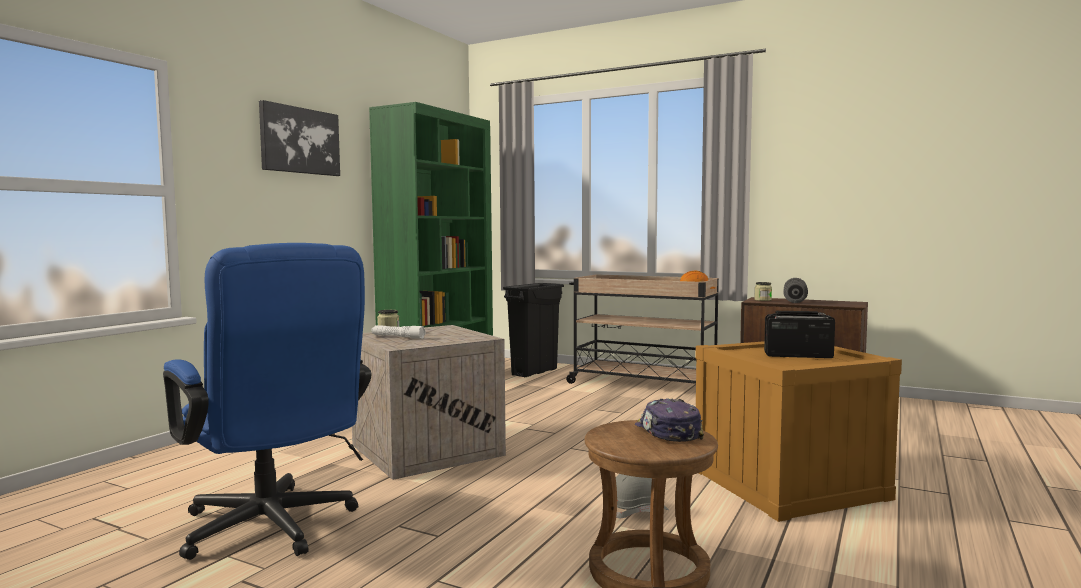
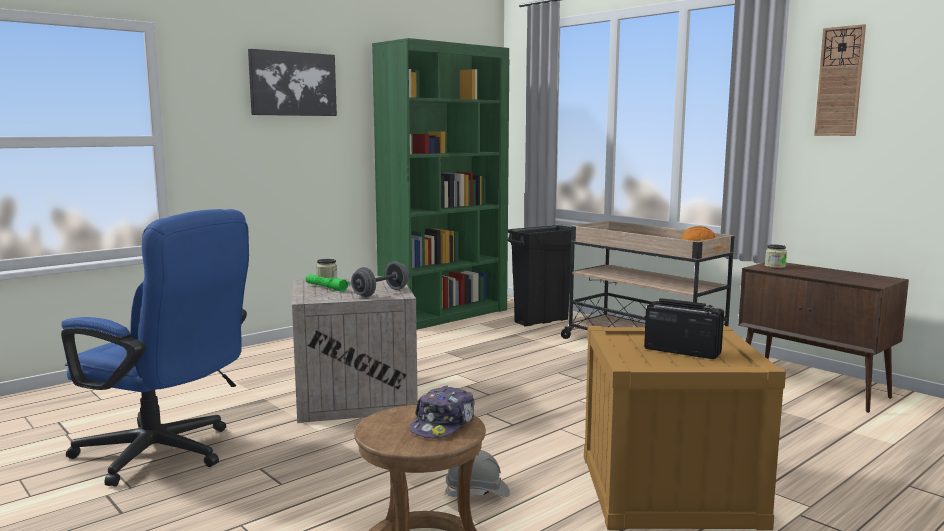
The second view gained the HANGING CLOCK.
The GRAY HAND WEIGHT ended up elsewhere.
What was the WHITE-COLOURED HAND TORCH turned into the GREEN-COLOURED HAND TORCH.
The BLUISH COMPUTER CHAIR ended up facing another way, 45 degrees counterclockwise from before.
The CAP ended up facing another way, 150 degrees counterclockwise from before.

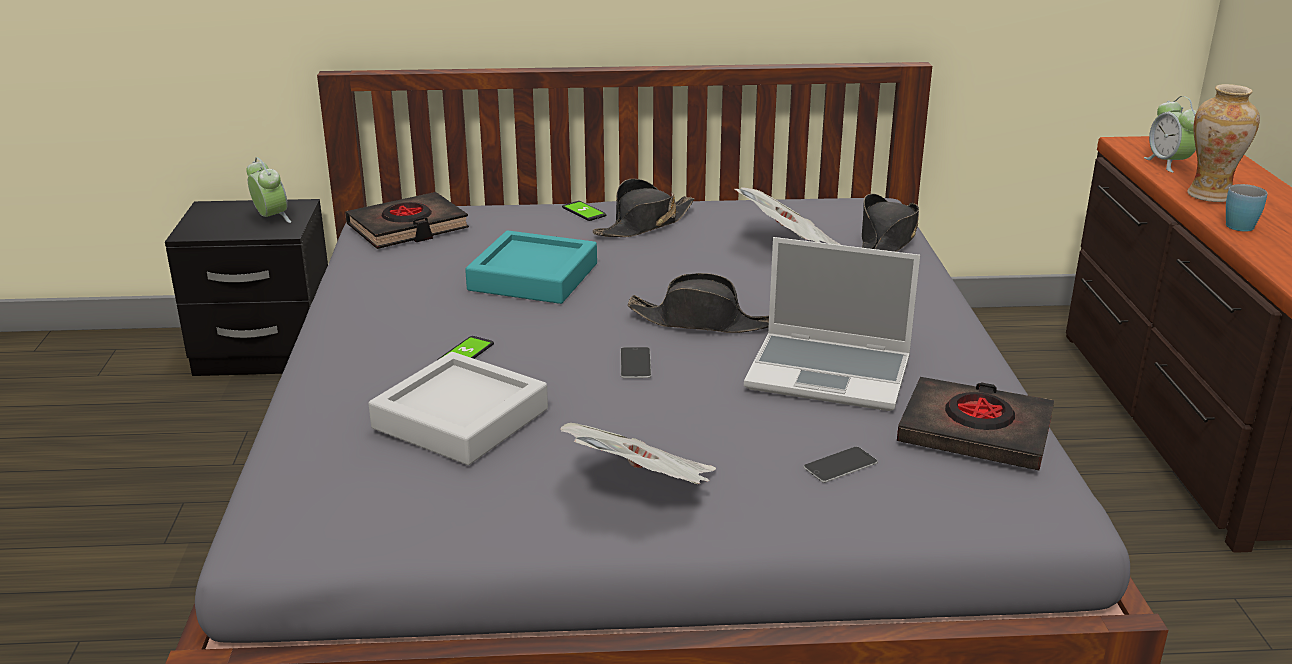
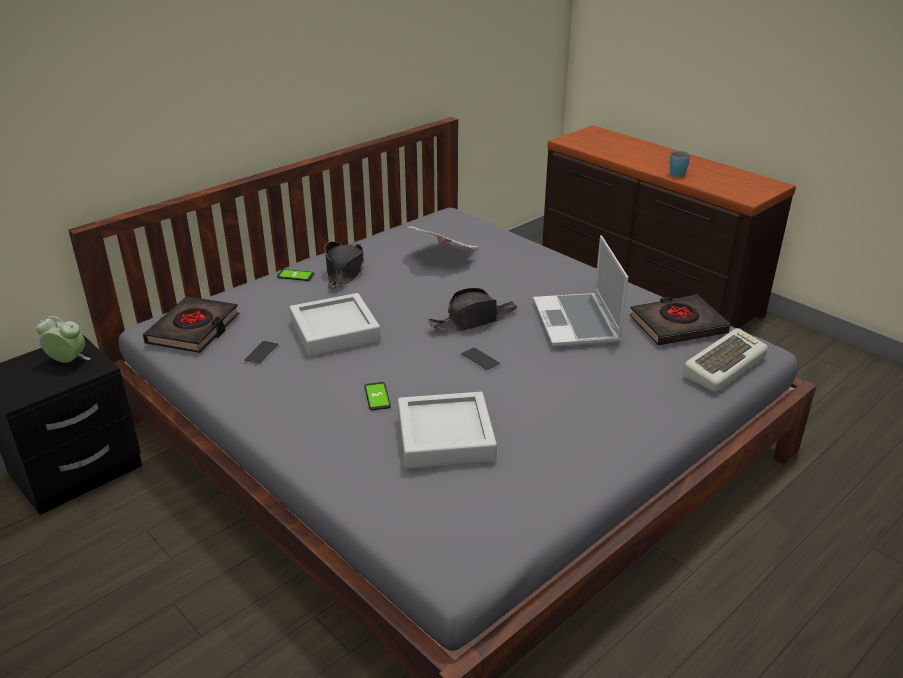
The second view lost the PRINTED PAPER (1st from left).
The second view lost the BLACK-COLOURED WEARABLE HAT (3rd from left).
The second view lost the TABLE CLOCK (2nd from left).
The second view lost the FLOWER VASE.
The second view gained the PC KEYBOARD.
The PHONE (4th from left in the first image) ended up elsewhere.
What was the BLUE-GREEN SERVING TRAY turned into the GRAY SERVING TRAY (1st from left).
The LAPTOP ended up facing another way, 105 degrees clockwise from before.

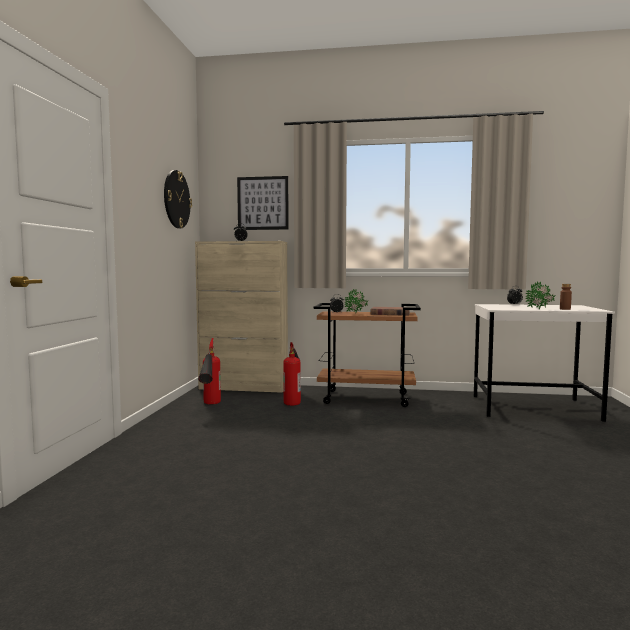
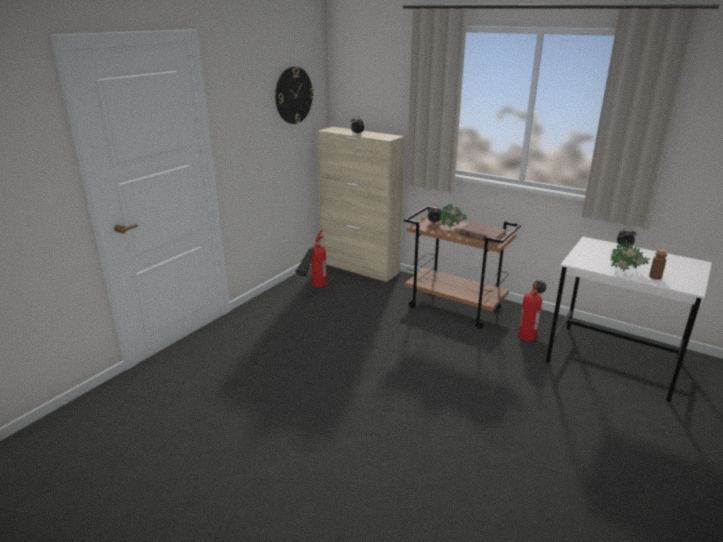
The second view lost the WALL PICTURE.
The FIRE EXTINGUISHER (2nd from left) ended up elsewhere.

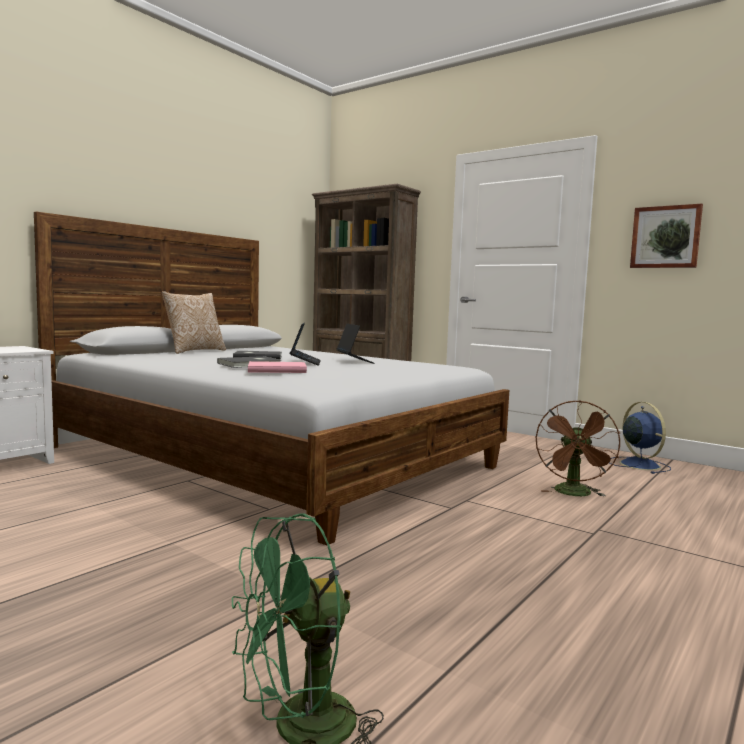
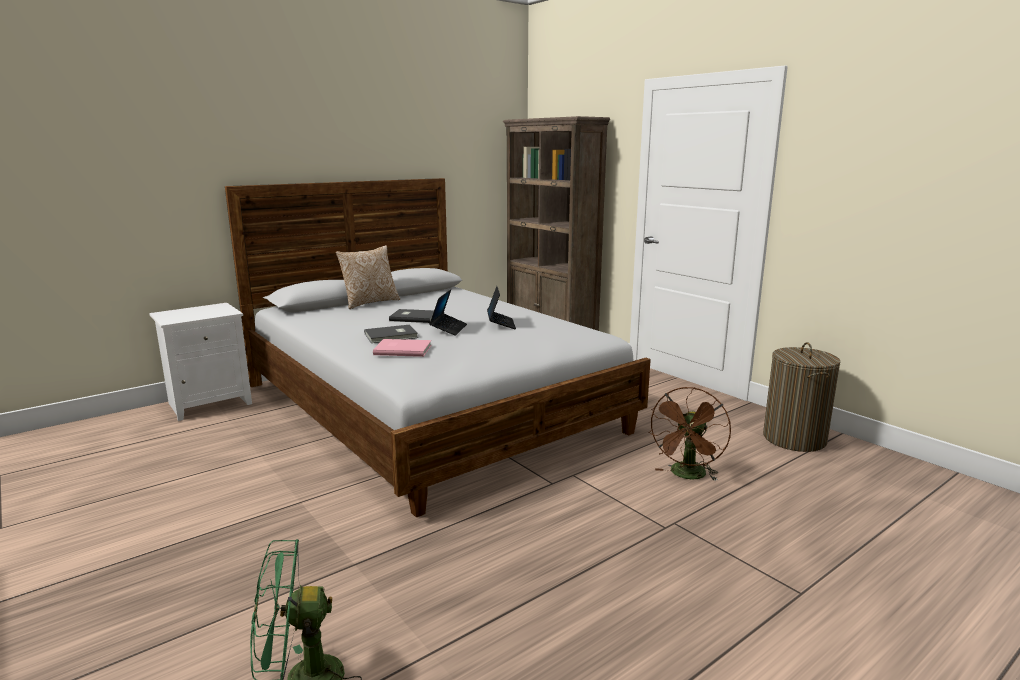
The second view lost the WALL PICTURE.
Where the BLUISH COOLING FAN stood, the WASHING BASKET came to stand.

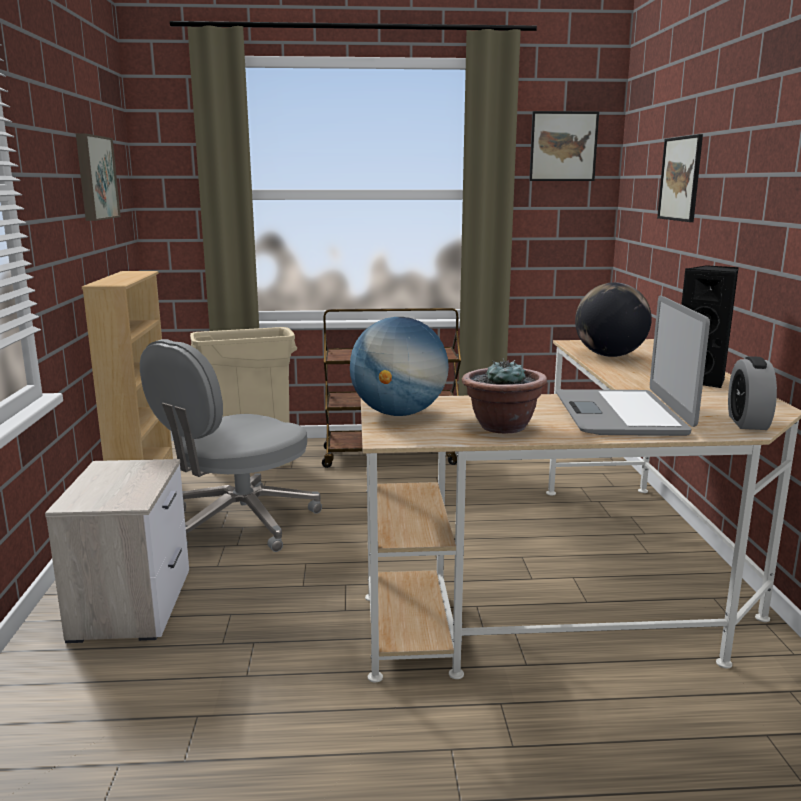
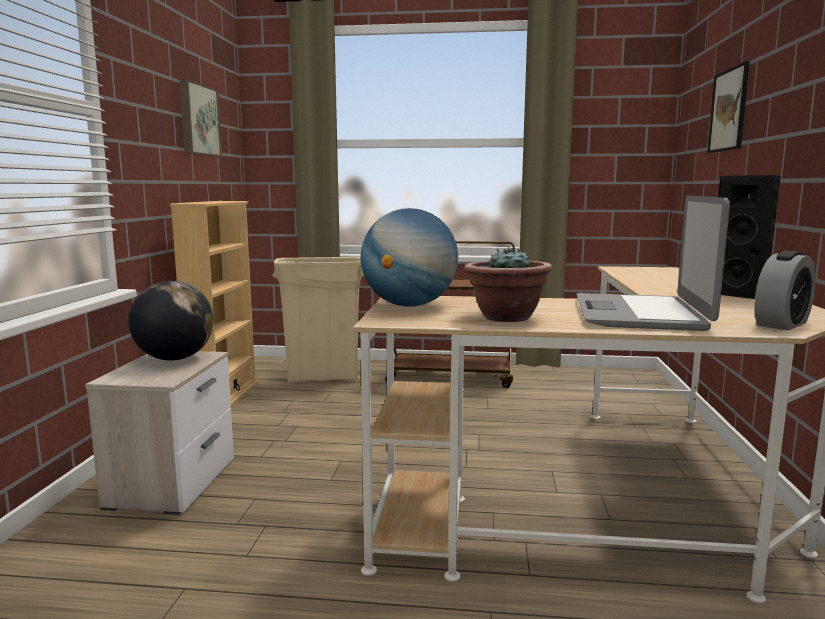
The second view lost the GRAY COMPUTER CHAIR.
The second view lost the WALL PICTURE (2nd from left).
The WORLD GLOBE (2nd from left in the first image) ended up elsewhere.
The TABLE CLOCK ended up facing another way, 150 degrees counterclockwise from before.

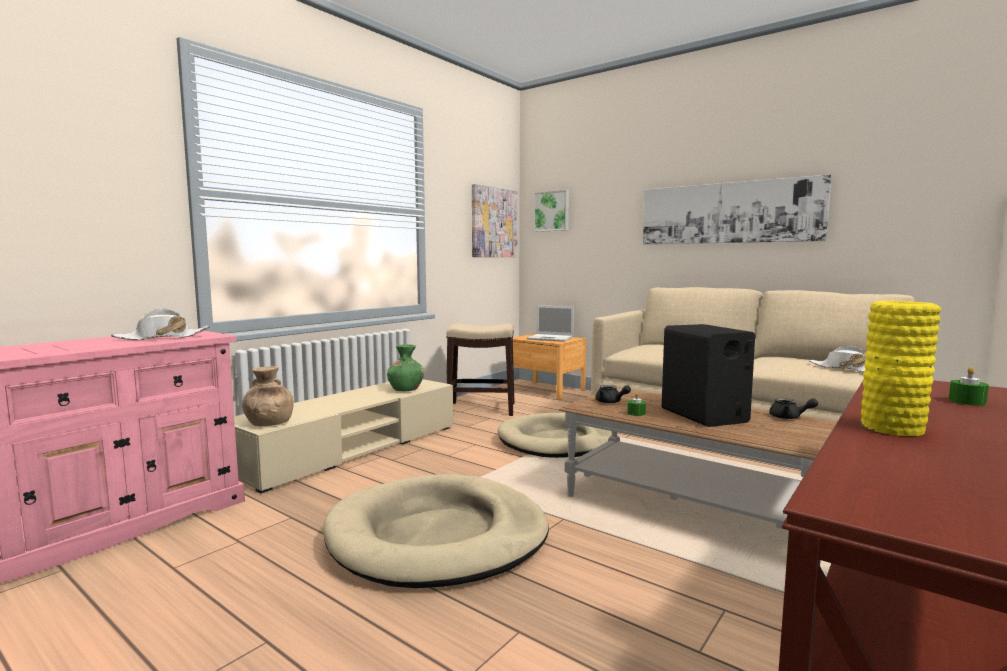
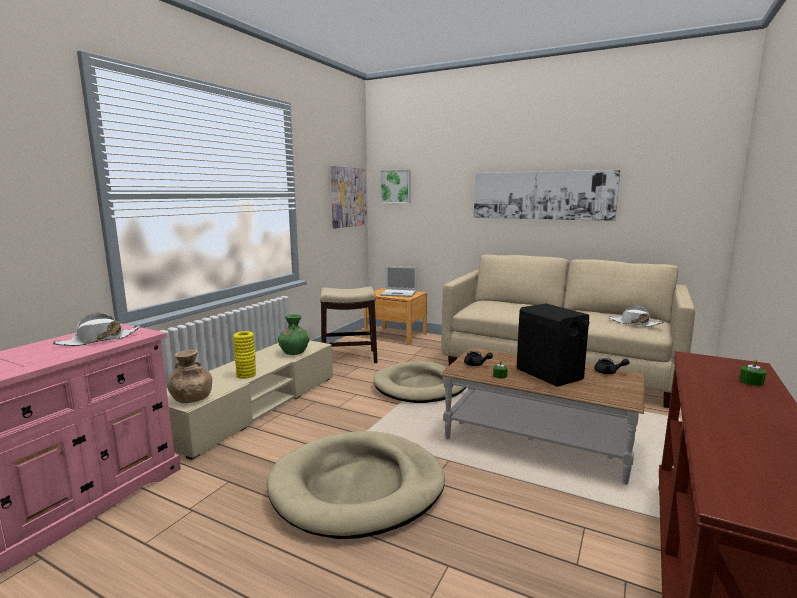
The YELLOW FLOWER VASE ended up elsewhere.

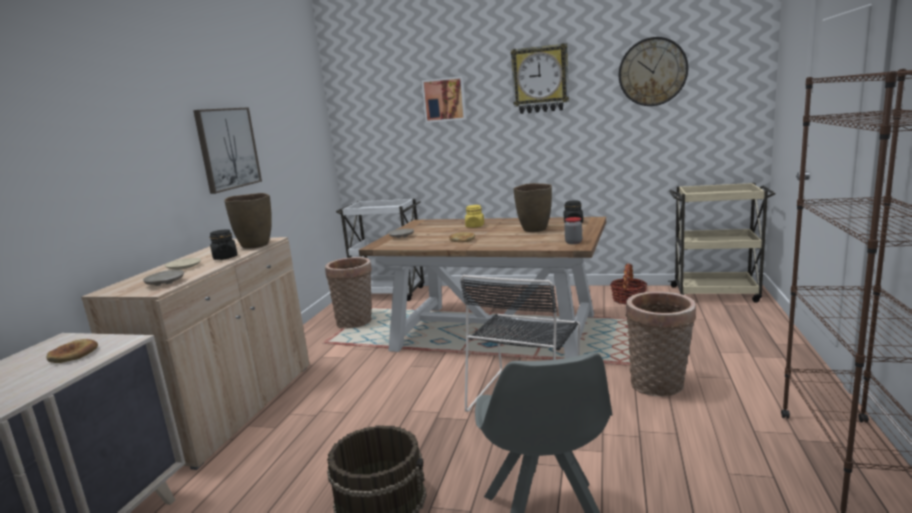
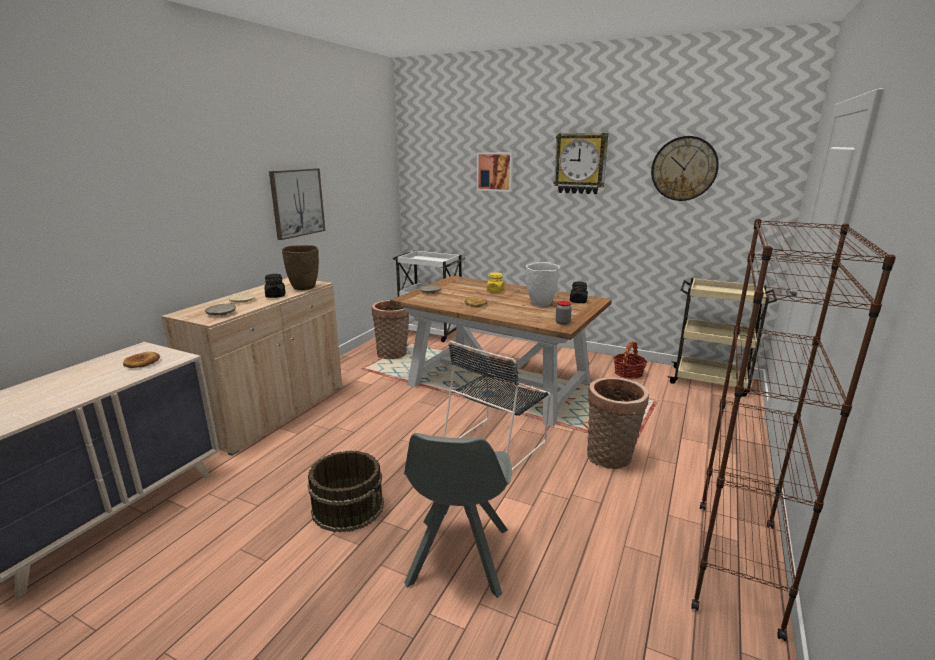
What was the BROWNISH FLOWER VASE (2nd from left) turned into the WHITE-COLOURED FLOWER VASE.

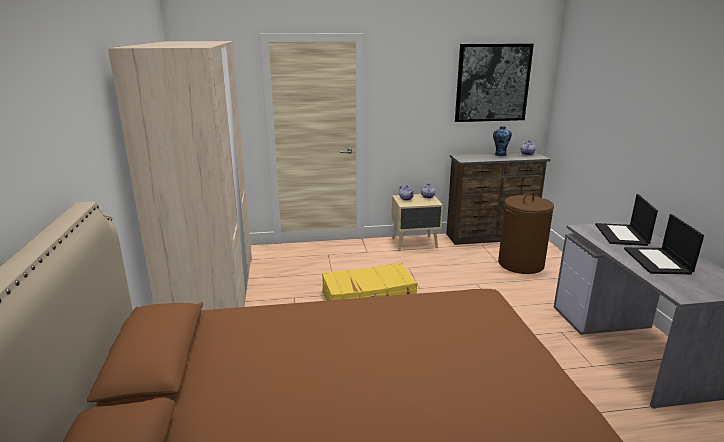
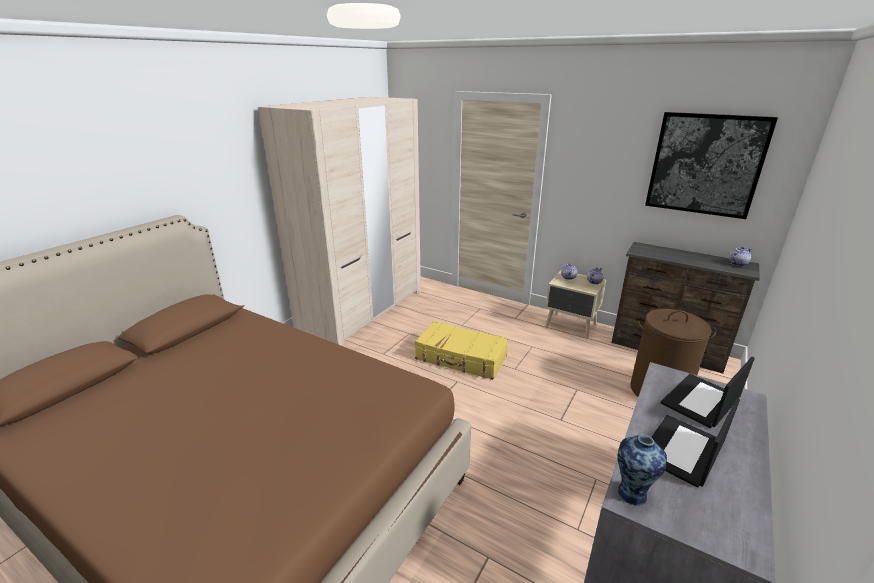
The FLOWER VASE ended up elsewhere.

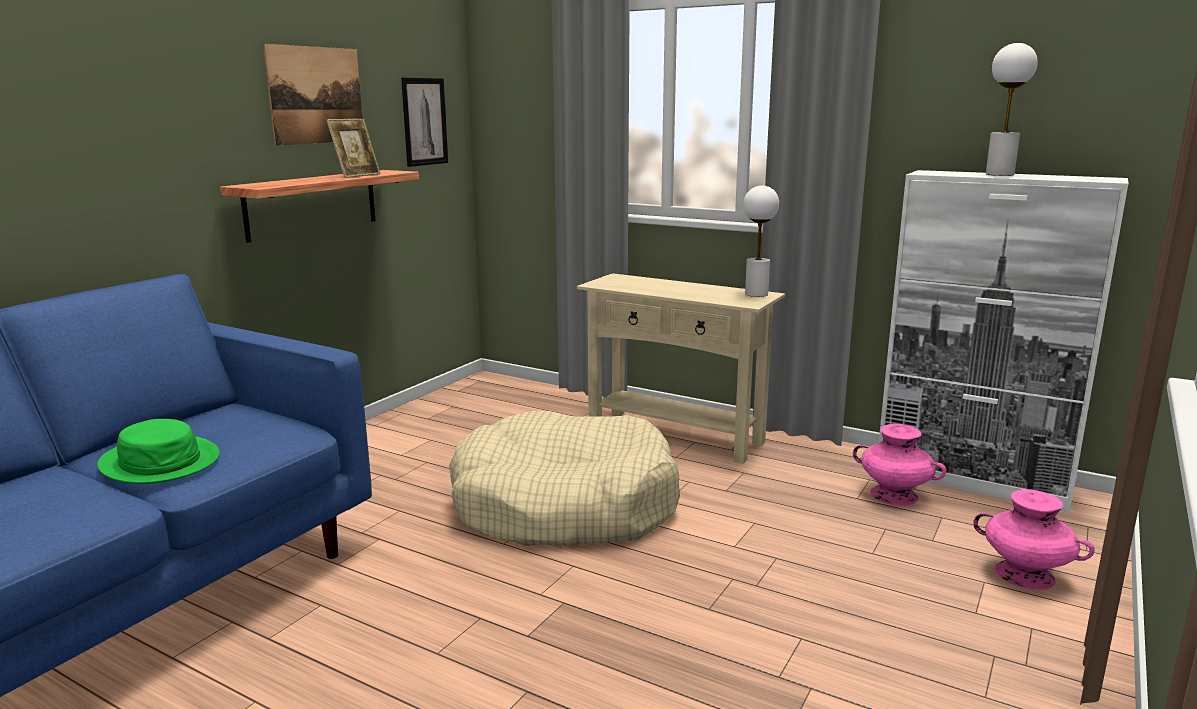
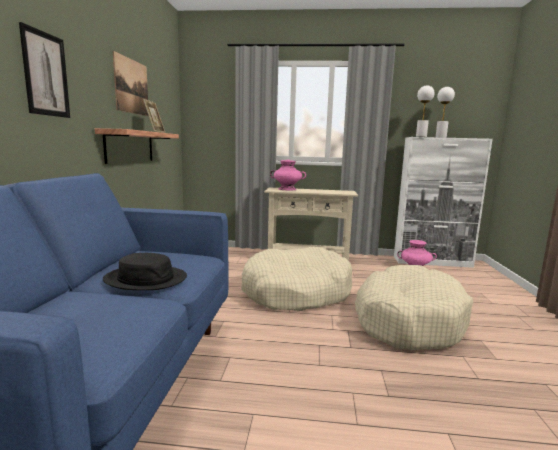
The second view gained the BEIGE PET BED (2nd from left).
The WALL PICTURE (2nd from left in the first image) ended up elsewhere.
The WHITE-COLOURED TABLETOP LAMP (1st from left) ended up elsewhere.
The PINKISH FLOWER VASE (2nd from left in the first image) ended up elsewhere.
What was the GREEN-COLOURED WEARABLE HAT turned into the BLACK-COLOURED WEARABLE HAT.

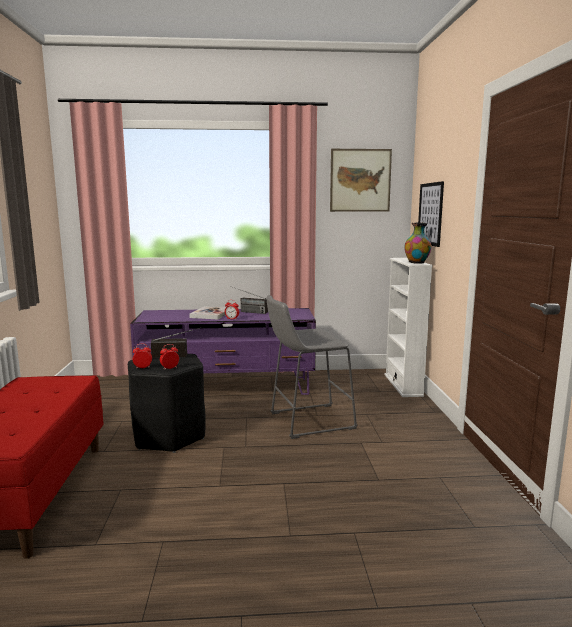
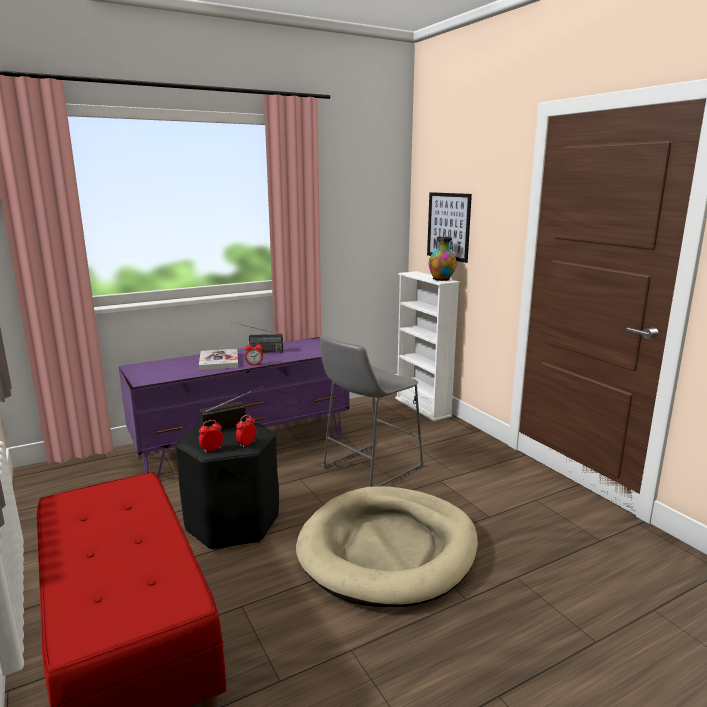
The second view lost the WALL PICTURE (1st from left).
The second view gained the BEIGE PET BED.

